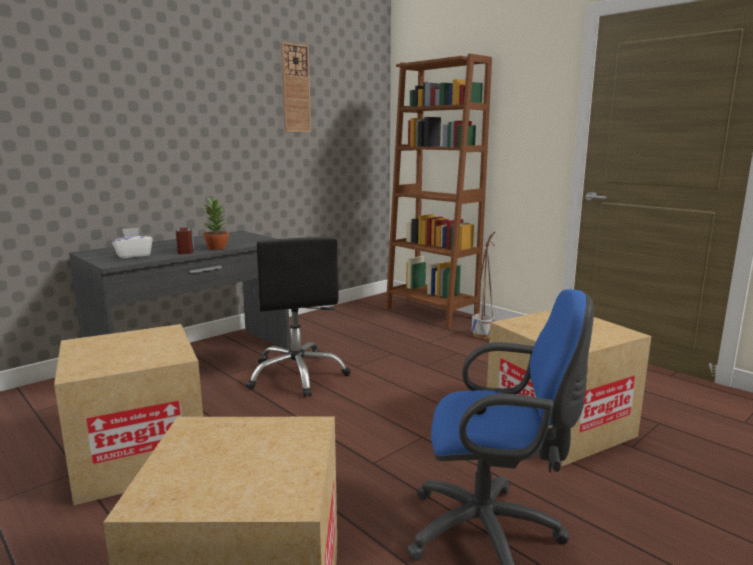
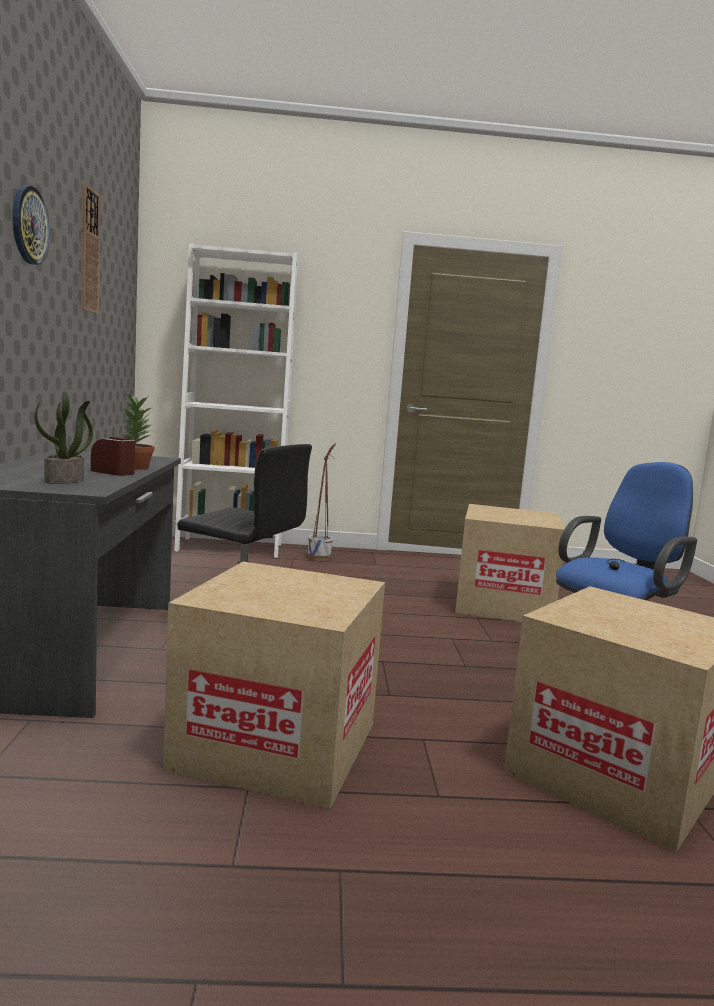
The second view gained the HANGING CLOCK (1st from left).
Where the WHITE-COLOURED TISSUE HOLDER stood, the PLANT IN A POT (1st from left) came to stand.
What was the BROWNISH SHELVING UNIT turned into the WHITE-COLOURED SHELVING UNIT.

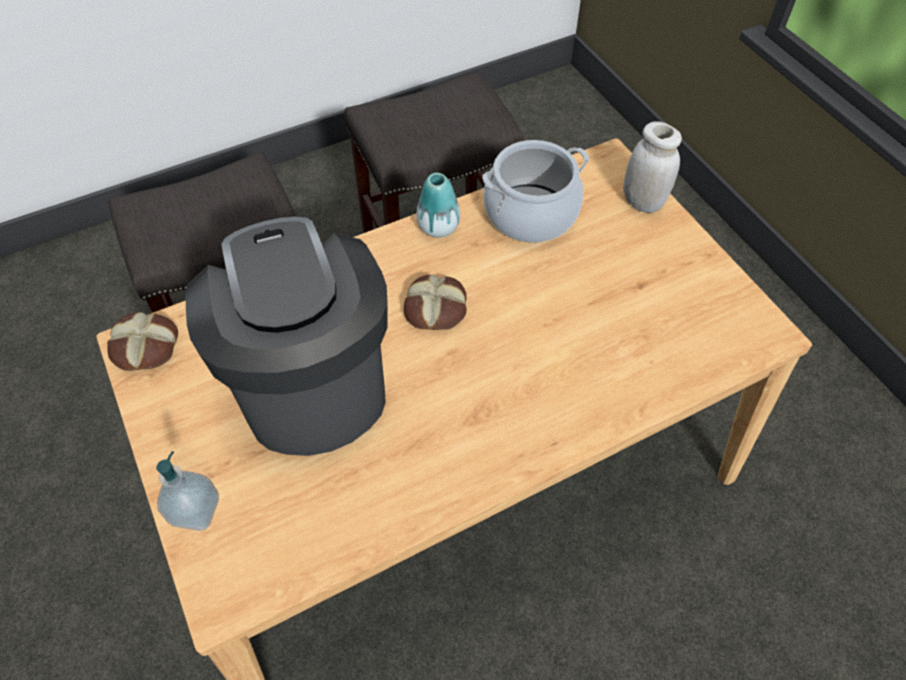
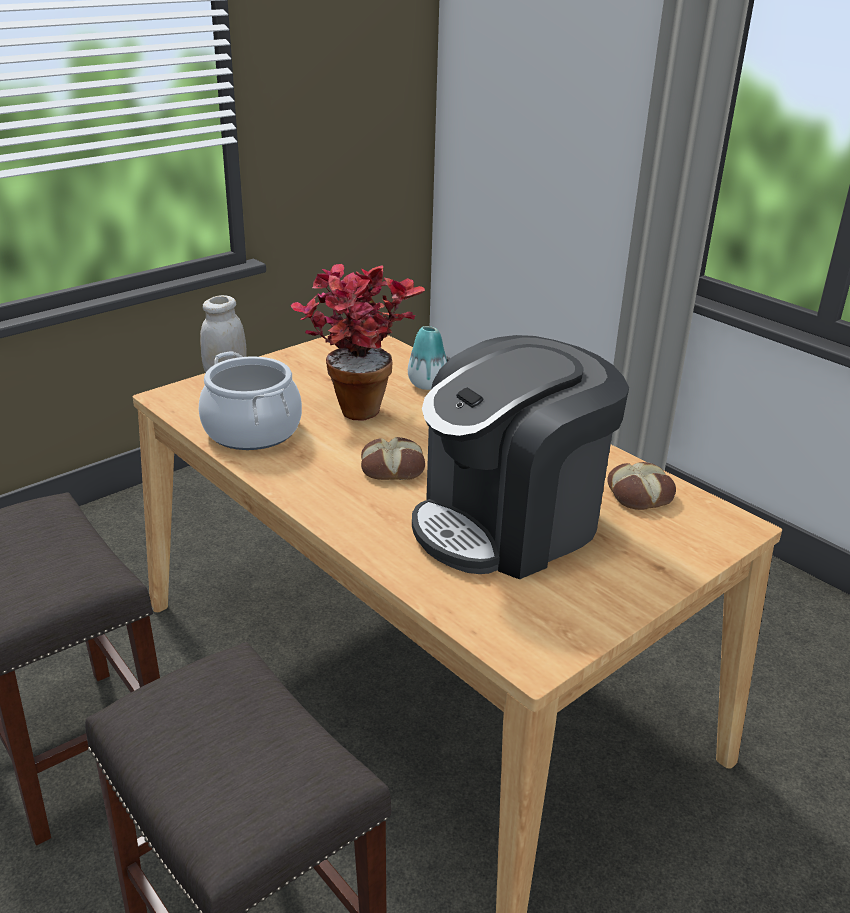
The second view lost the SOAP DISPENSER.
The second view gained the PLANT IN A POT.
The BAKERY BREAD (1st from left in the first image) ended up elsewhere.
The FLOWER VASE ended up elsewhere.

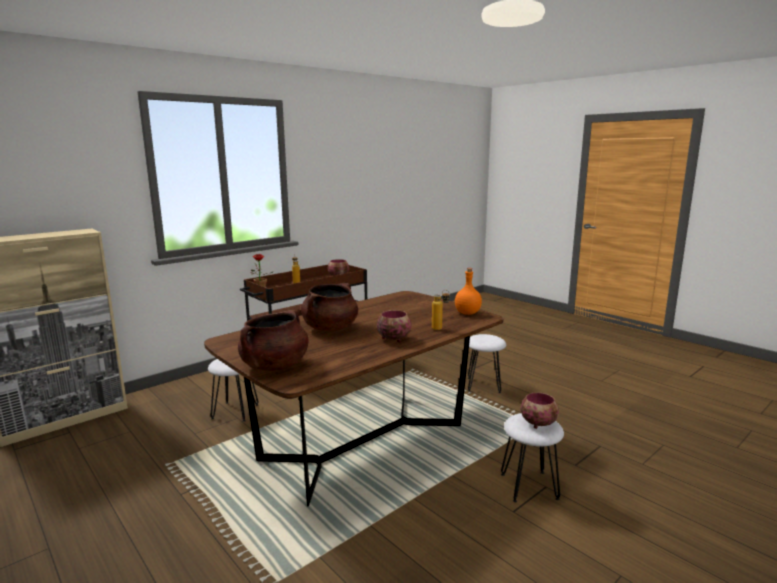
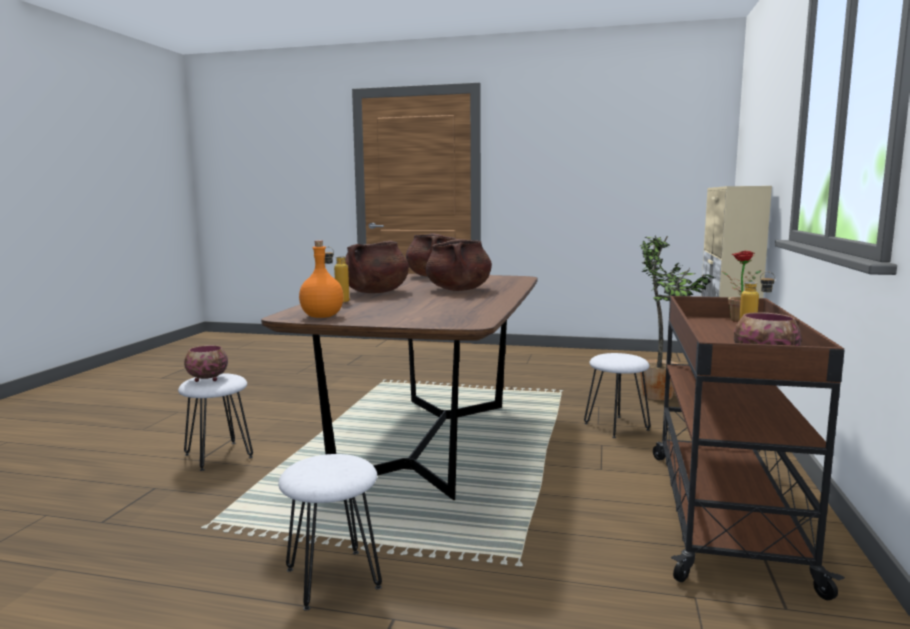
The second view gained the PLANT IN A POT (1st from left).
Where the SERVING BOWL (2nd from left) stood, the BROWNISH STOCKPOT (1st from left) came to stand.

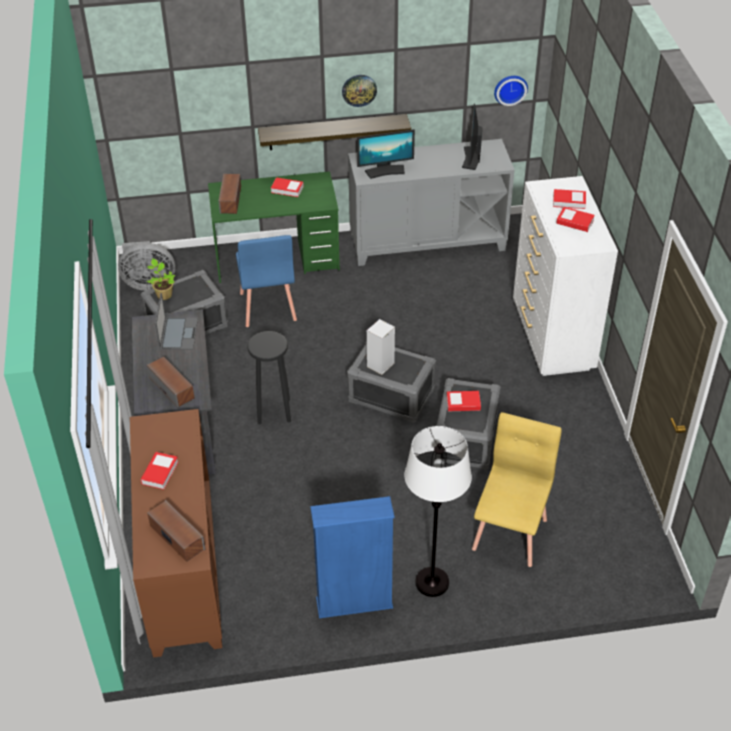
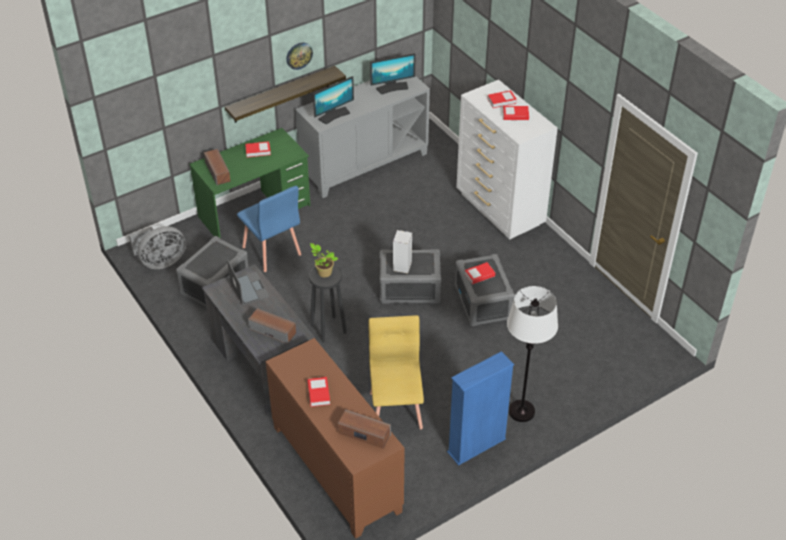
The second view lost the HANGING CLOCK (2nd from left).
The PLANT IN A POT ended up elsewhere.
The YELLOW UPRIGHT CHAIR ended up elsewhere.
The MONITOR (2nd from left) ended up facing another way, 90 degrees counterclockwise from before.

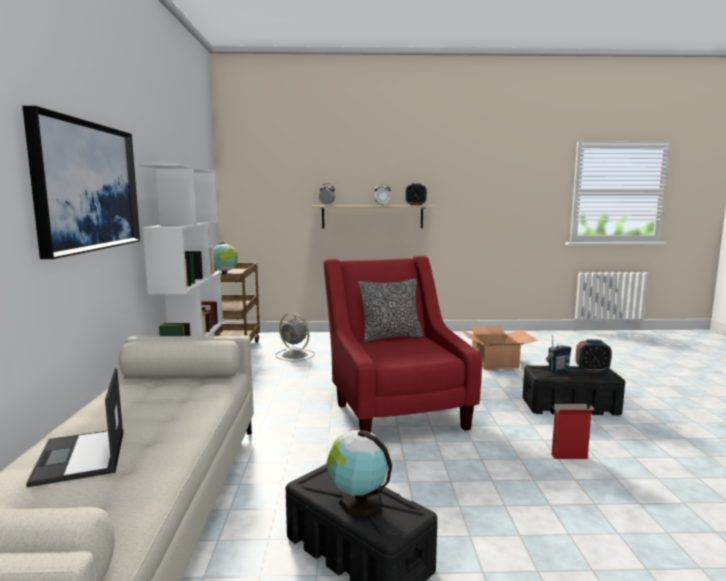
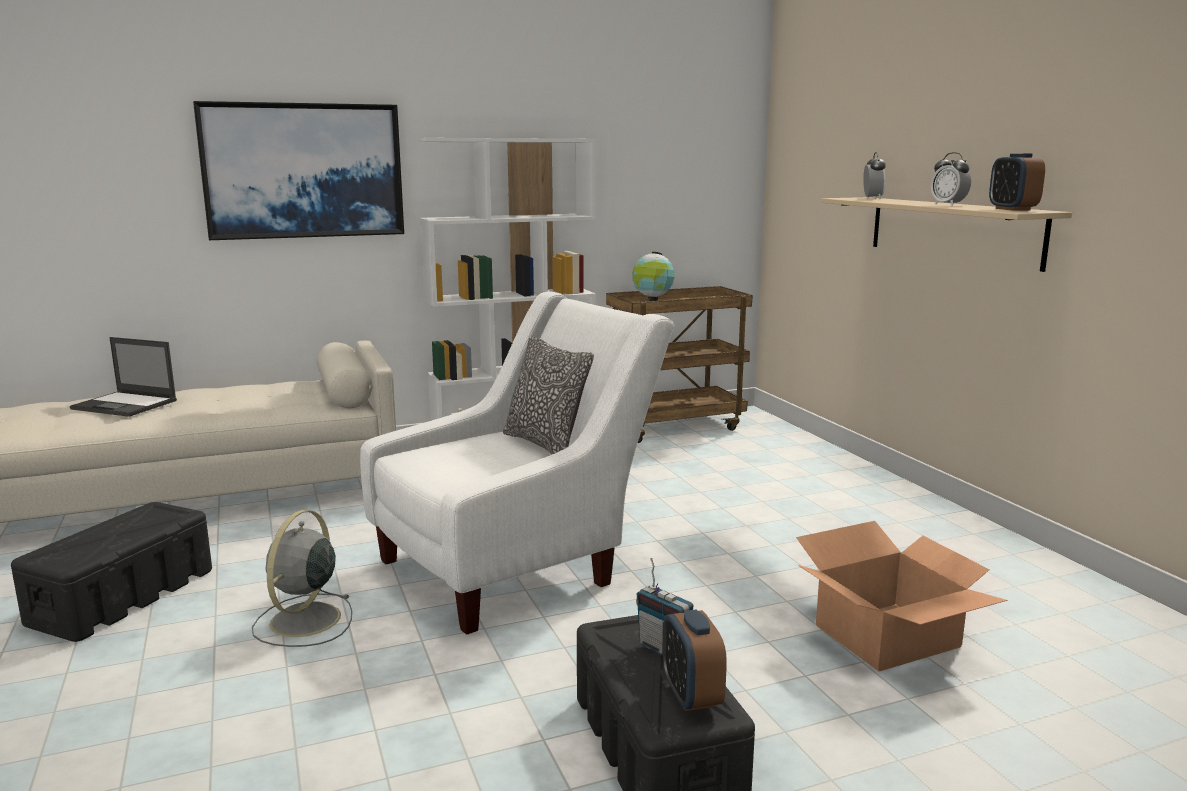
The second view lost the WORLD GLOBE (2nd from left).
The second view lost the CARTON (2nd from left).
The GRAY COOLING FAN ended up elsewhere.
What was the RED-COLOURED EASY CHAIR turned into the WHITE-COLOURED EASY CHAIR.
The LAPTOP ended up facing another way, 120 degrees counterclockwise from before.

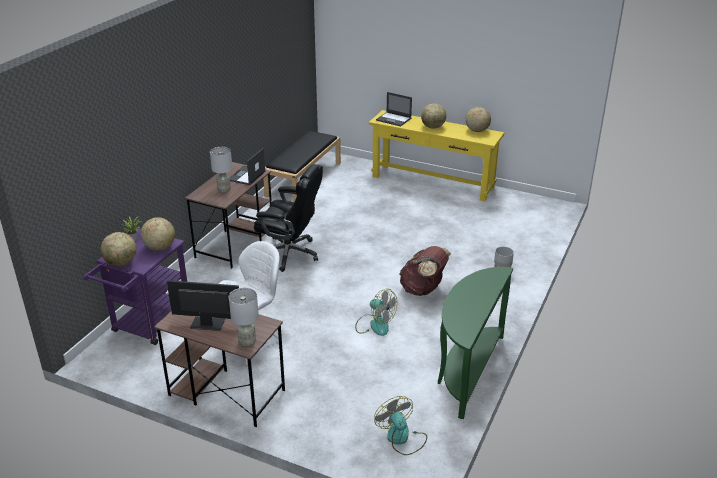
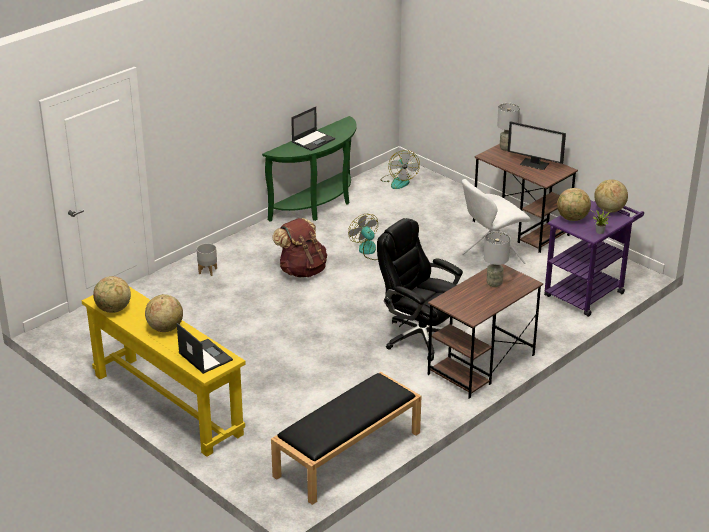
The LAPTOP (1st from left in the first image) ended up elsewhere.

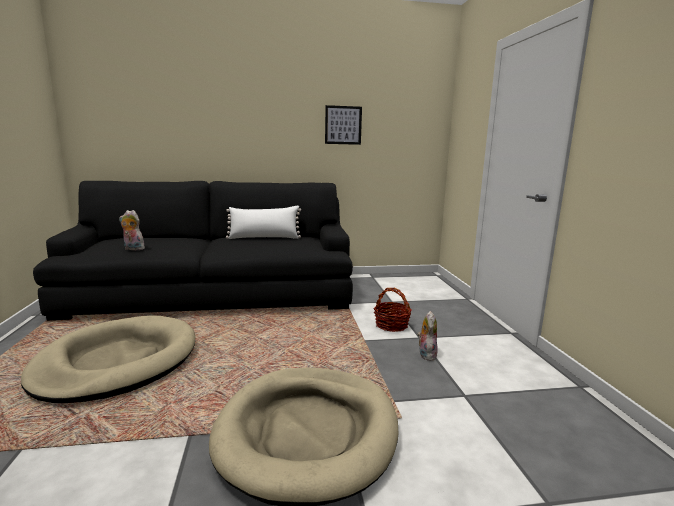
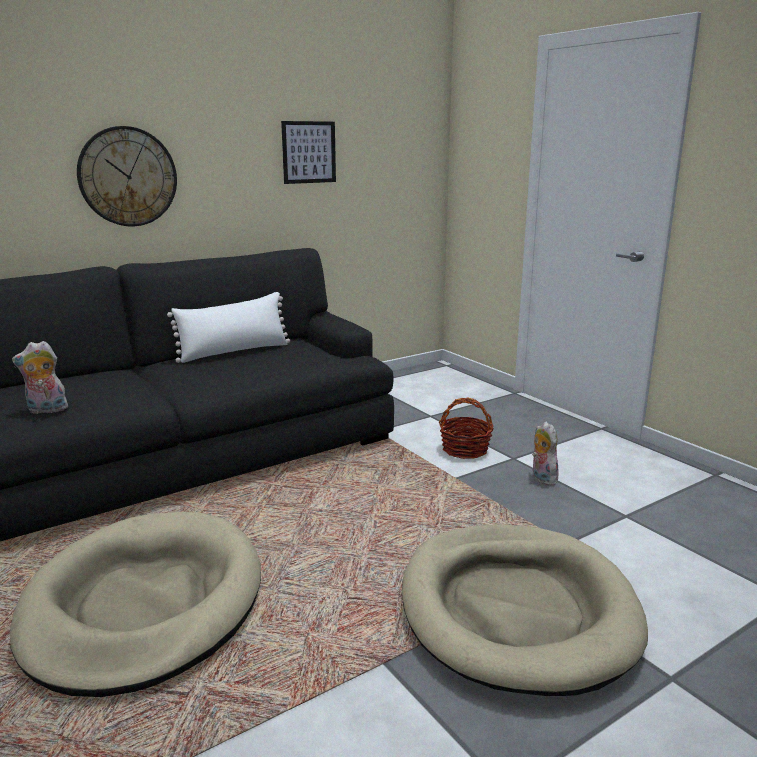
The second view gained the HANGING CLOCK.

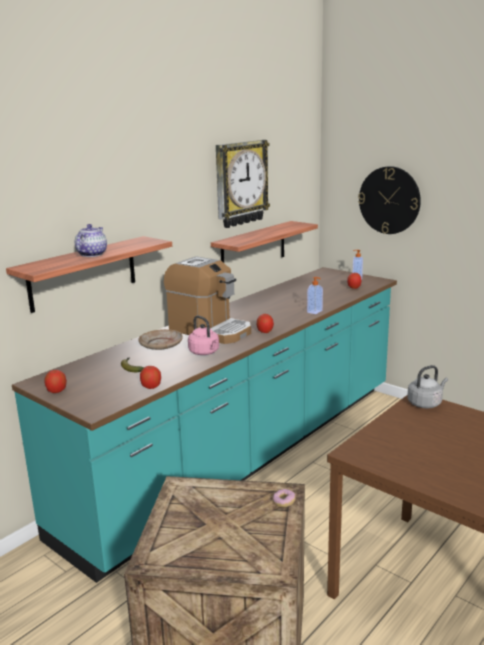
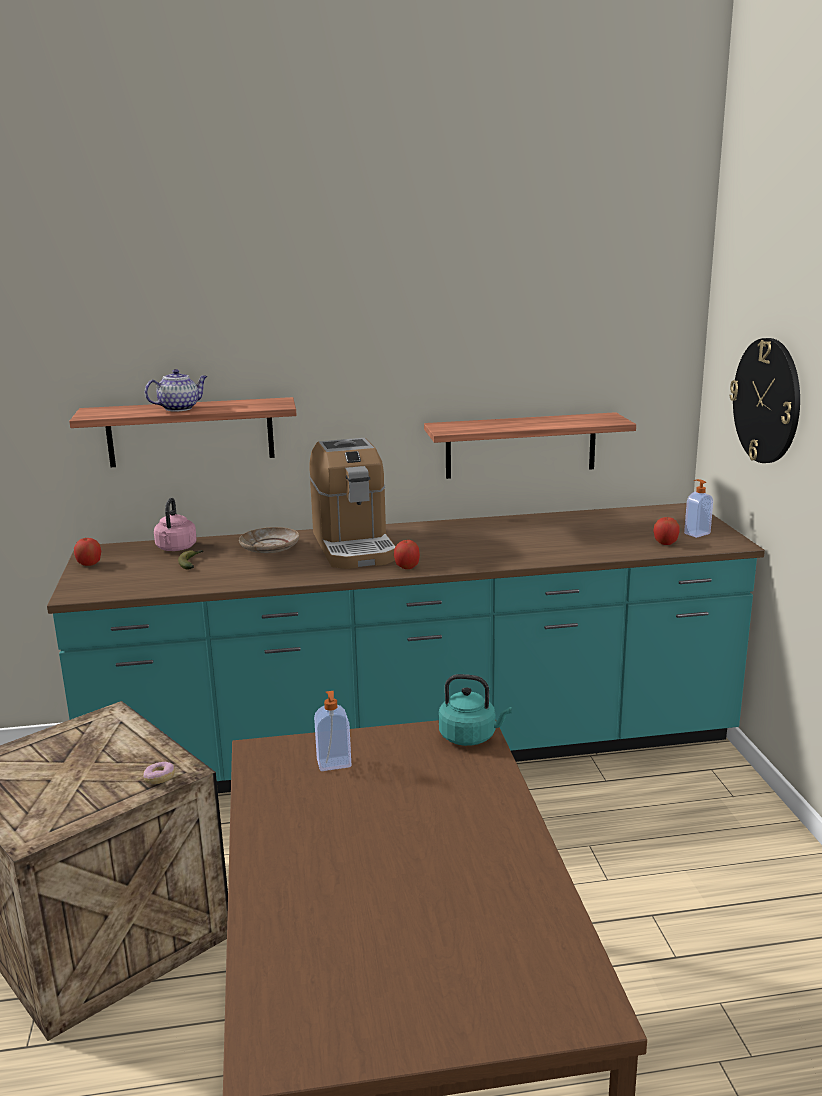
The second view lost the APPLE (2nd from left).
The second view lost the HANGING CLOCK (1st from left).
The PINKISH WATER KETTLE ended up elsewhere.
The SOAP DISPENSER (1st from left) ended up elsewhere.
What was the GRAY WATER KETTLE turned into the BLUE-GREEN WATER KETTLE.

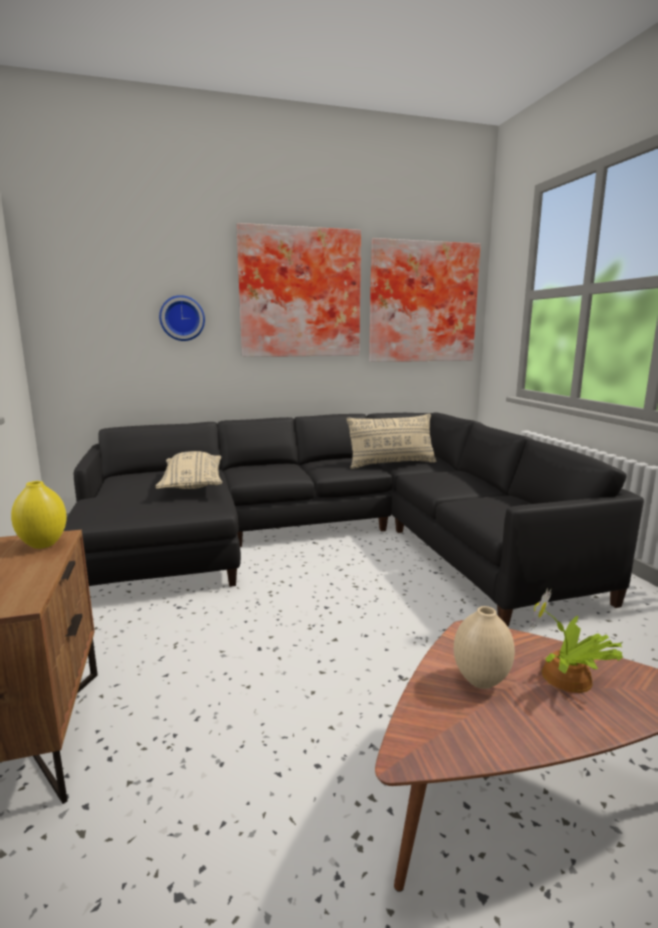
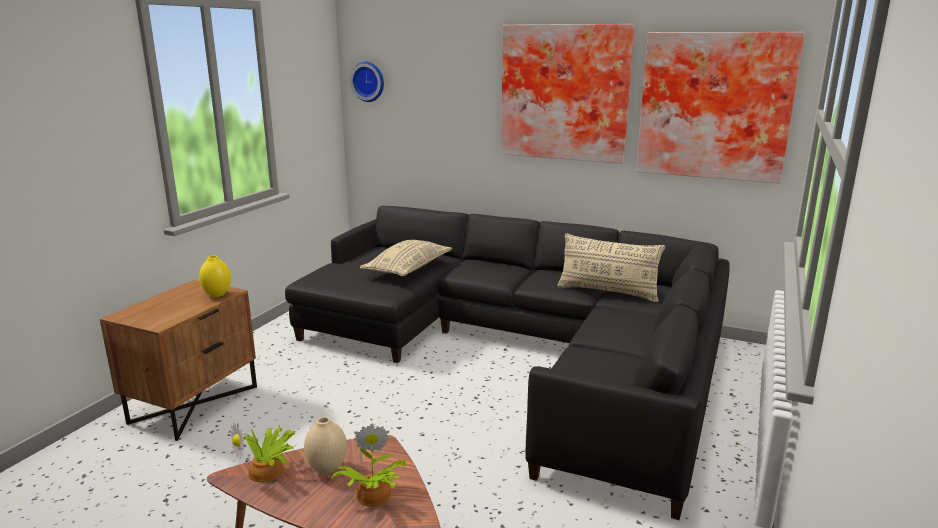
The second view gained the PLANT IN A POT (1st from left).
The HANGING CLOCK ended up elsewhere.

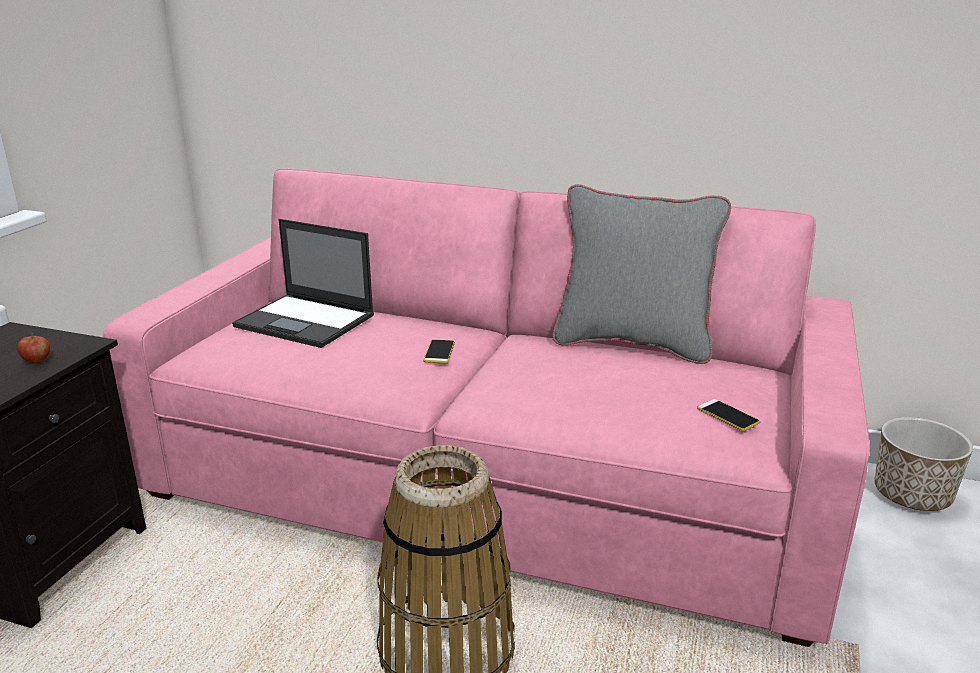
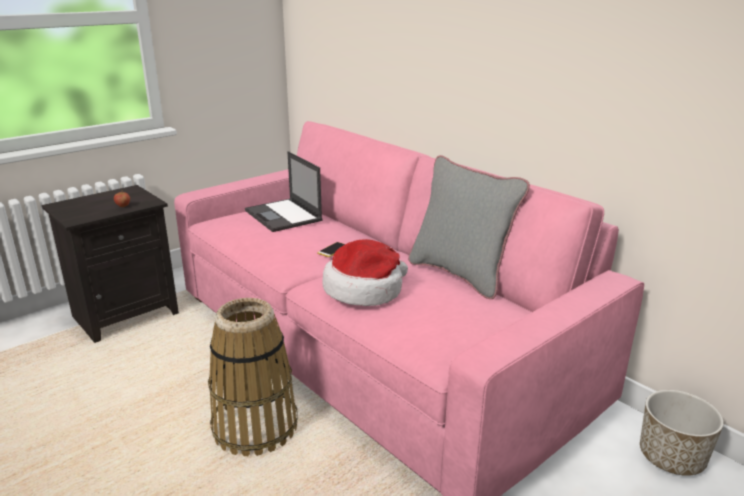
The second view lost the PHONE (2nd from left).
The second view gained the WEARABLE HAT.

